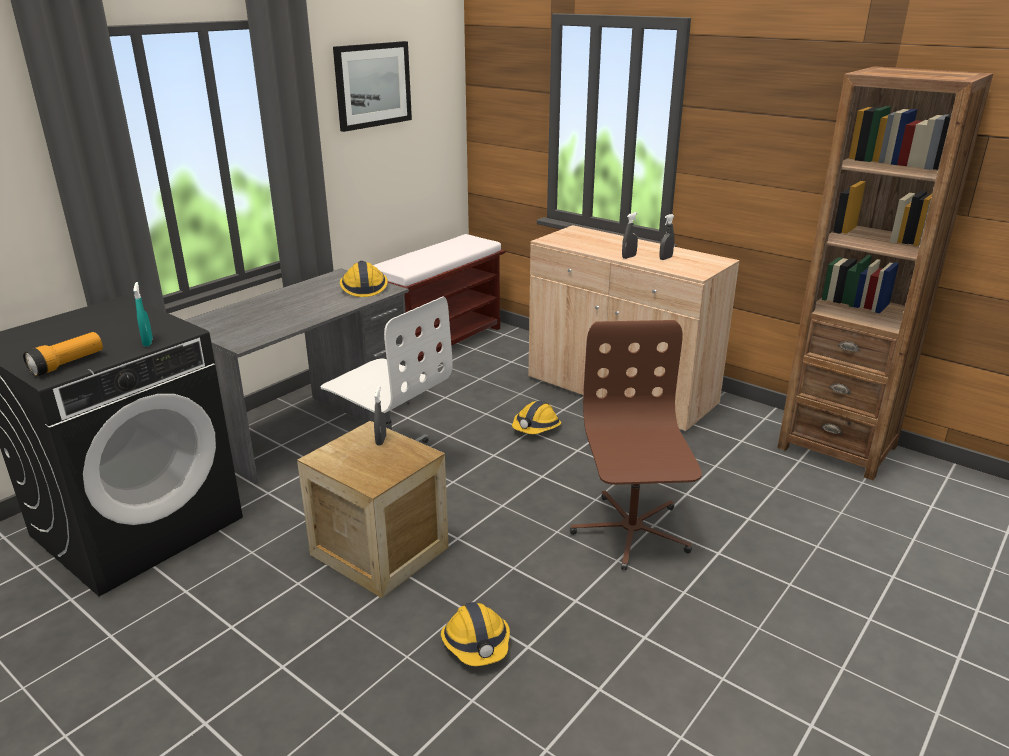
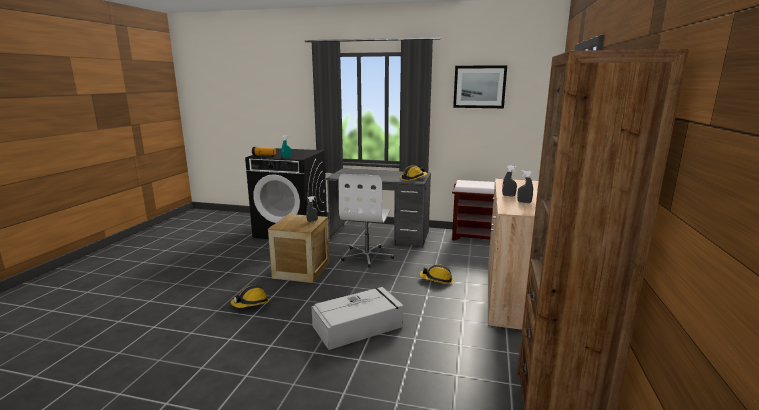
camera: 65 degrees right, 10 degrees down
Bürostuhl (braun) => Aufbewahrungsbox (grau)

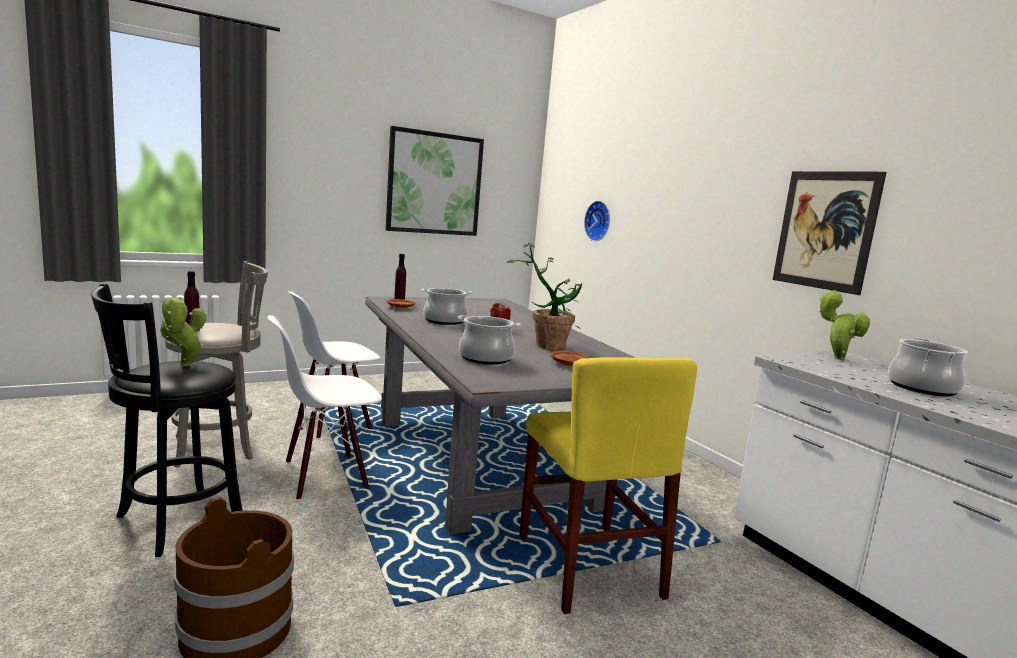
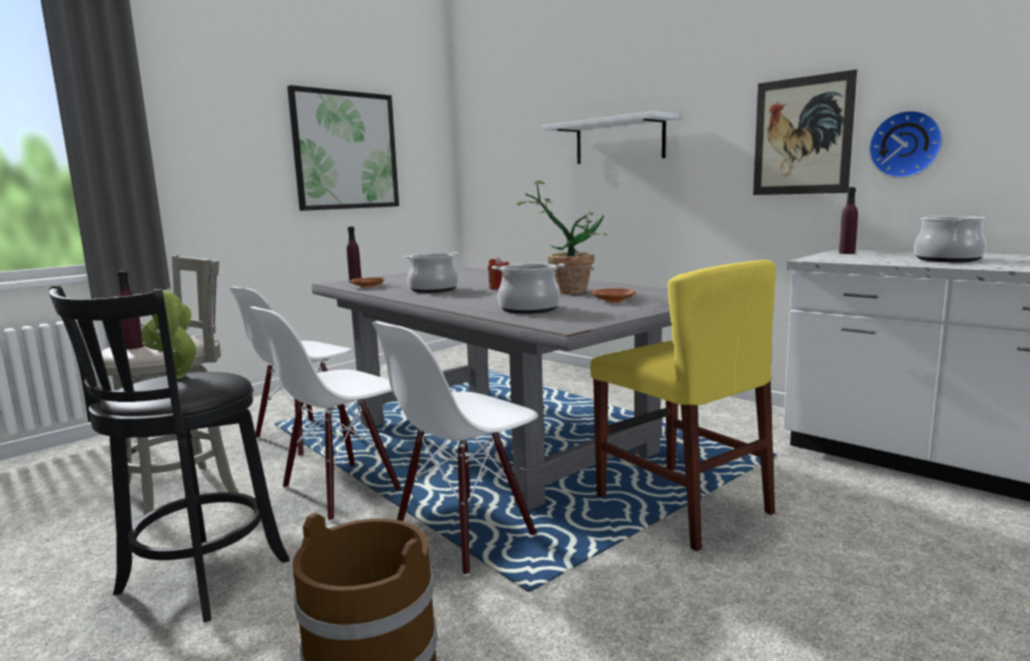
camera: 15 degrees left, 0 degrees up
nothing => Stuhl (weiß) (3rd from left)
nothing => Wandregal (weiß)
Topfpflanze (3rd from left) => Flasche (lila) (3rd from left)
Wanduhr, move

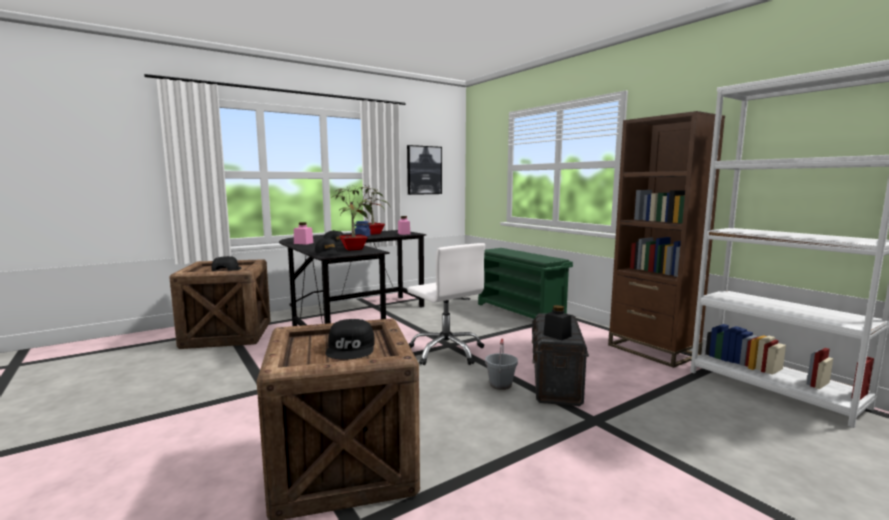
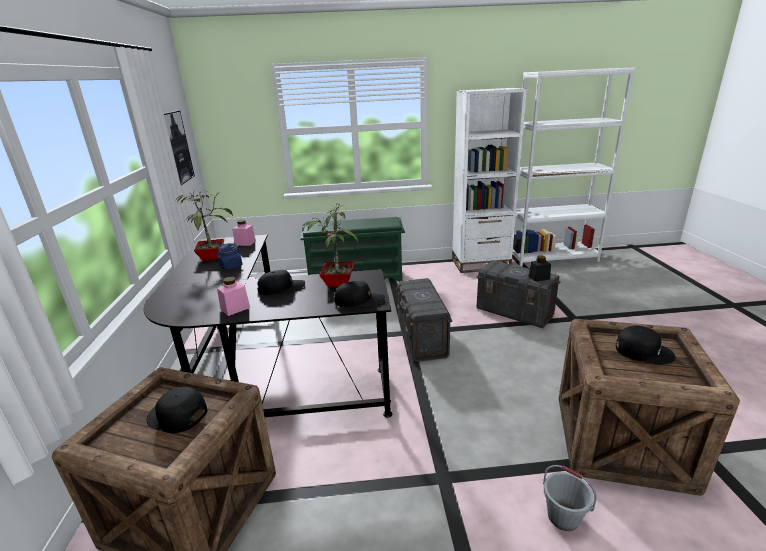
camera: 60 degrees left, 15 degrees up
Bürostuhl (weiß) => Aufbewahrungsbox (grau) (1st from left)
Bücherregal (braun) => Bücherregal (weiß) (1st from left)
Eimer (grau), move

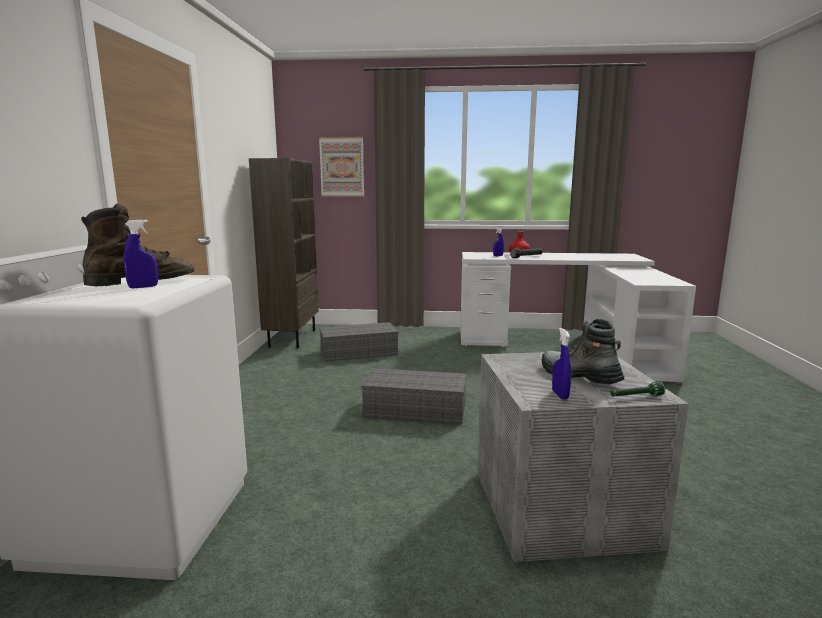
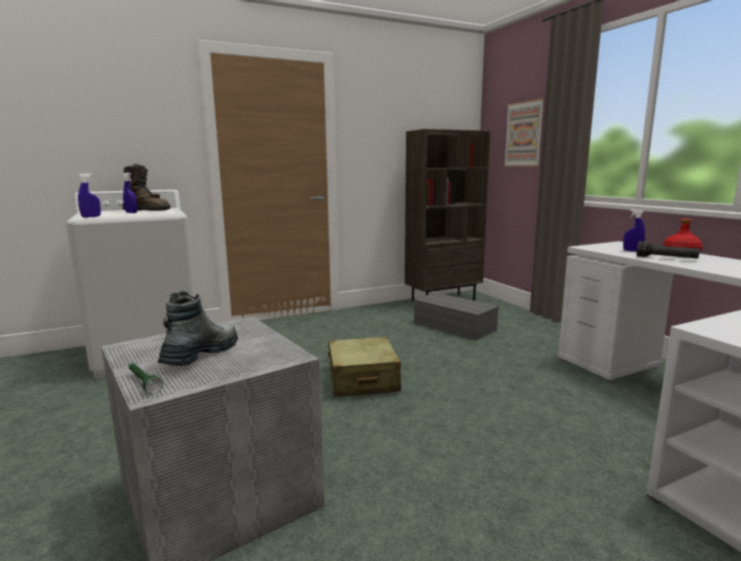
camera: 60 degrees right, 0 degrees up
Sprühflasche (blau) (3rd from left in the first image) => Sprühflasche (blau) (1st from left), move
Aufbewahrungsbox (grau) (2nd from left) => Koffer (beige)

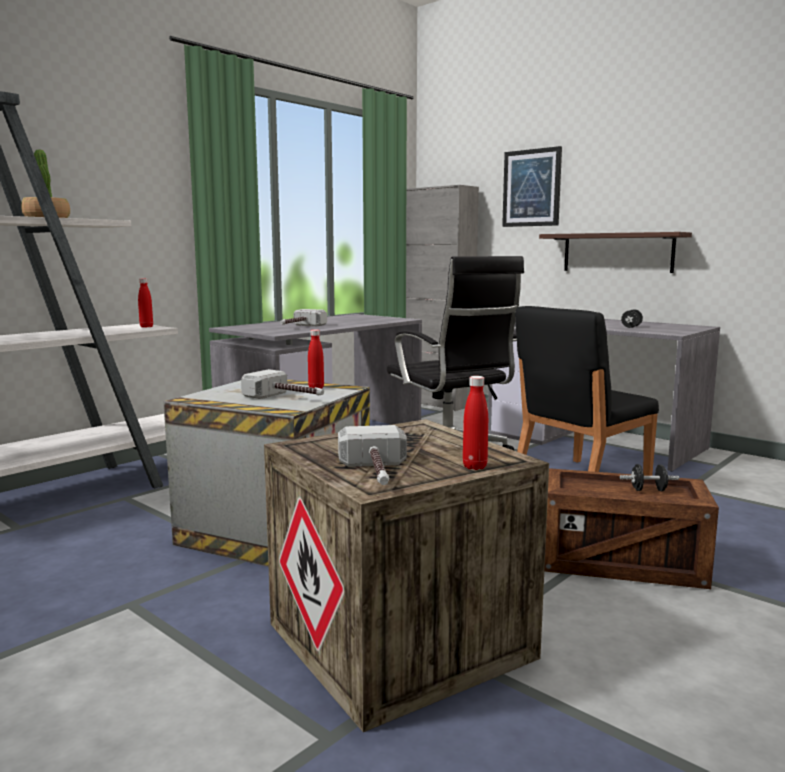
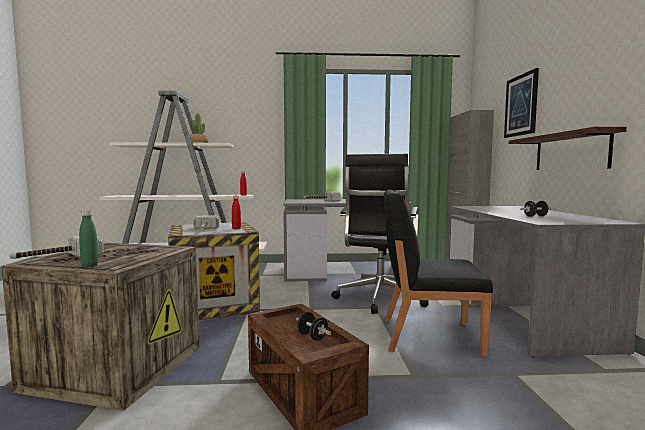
camera: 45 degrees right, 5 degrees down
Flasche (rot) (3rd from left) => Flasche (grün)

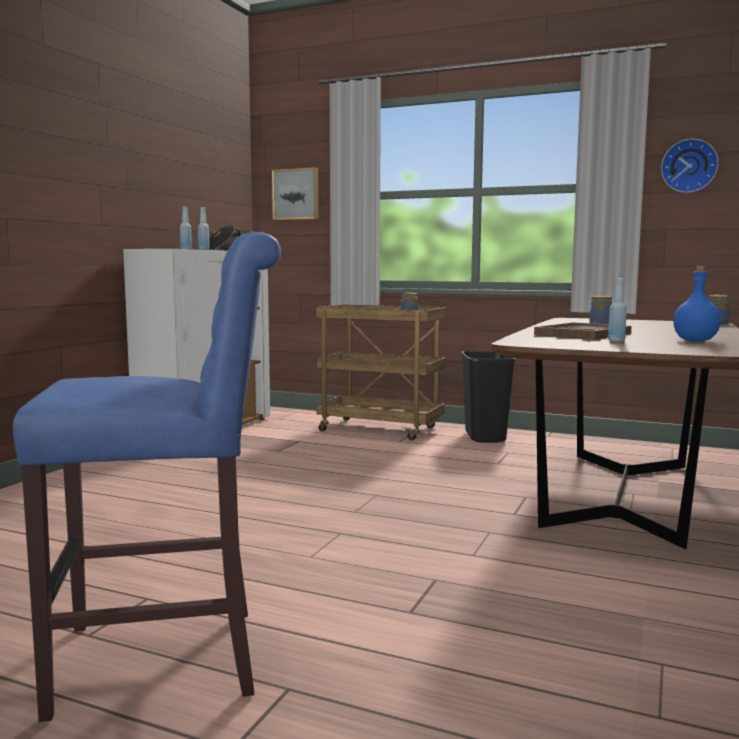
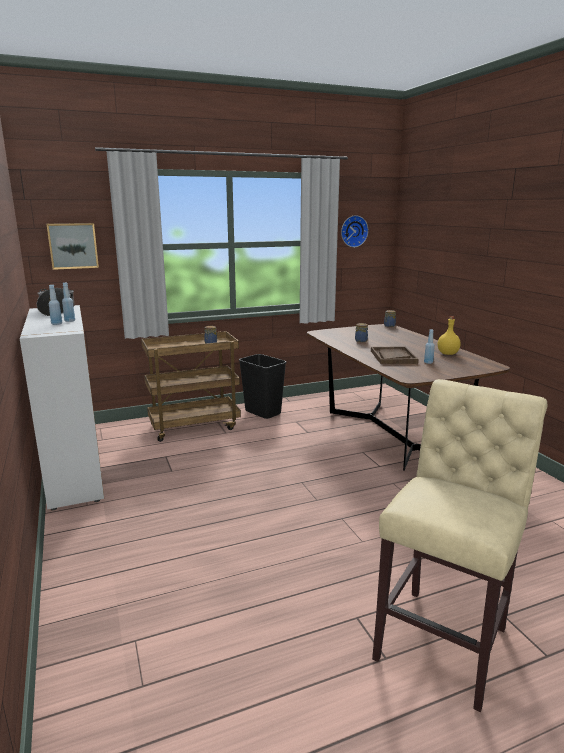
camera: 45 degrees left, 10 degrees up
Hocker (blau) => Hocker (beige)
Flasche (blau) (4th from left) => Flasche (gelb)

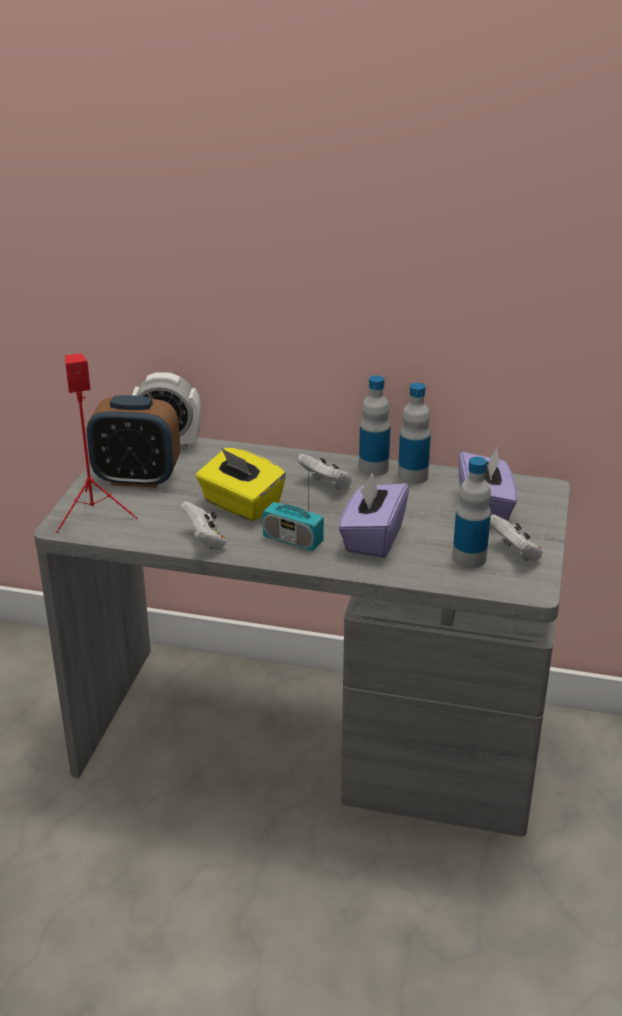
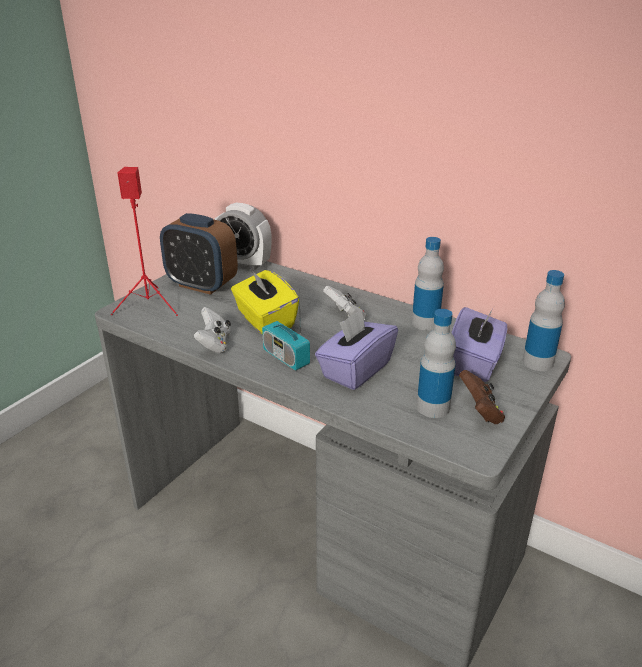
camera: 20 degrees right, 0 degrees up
Gamepad (weiß) (3rd from left) => Gamepad (braun)
Flasche (1st from left in the first image) => Flasche (3rd from left), move

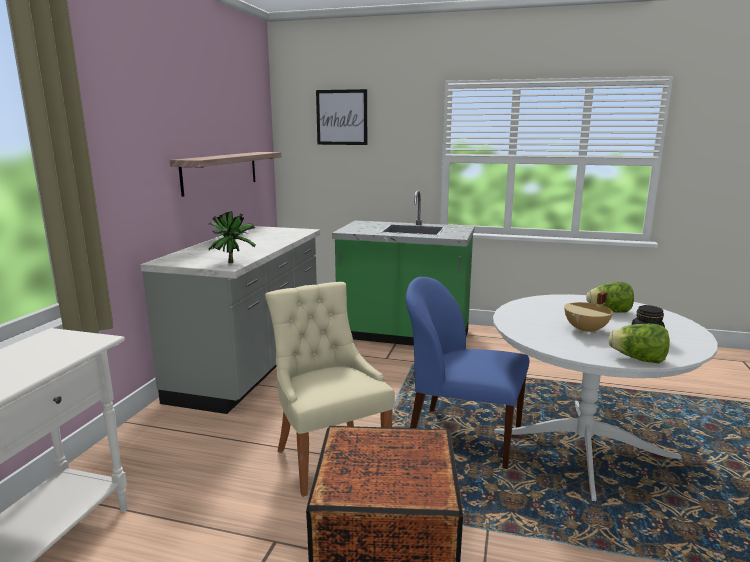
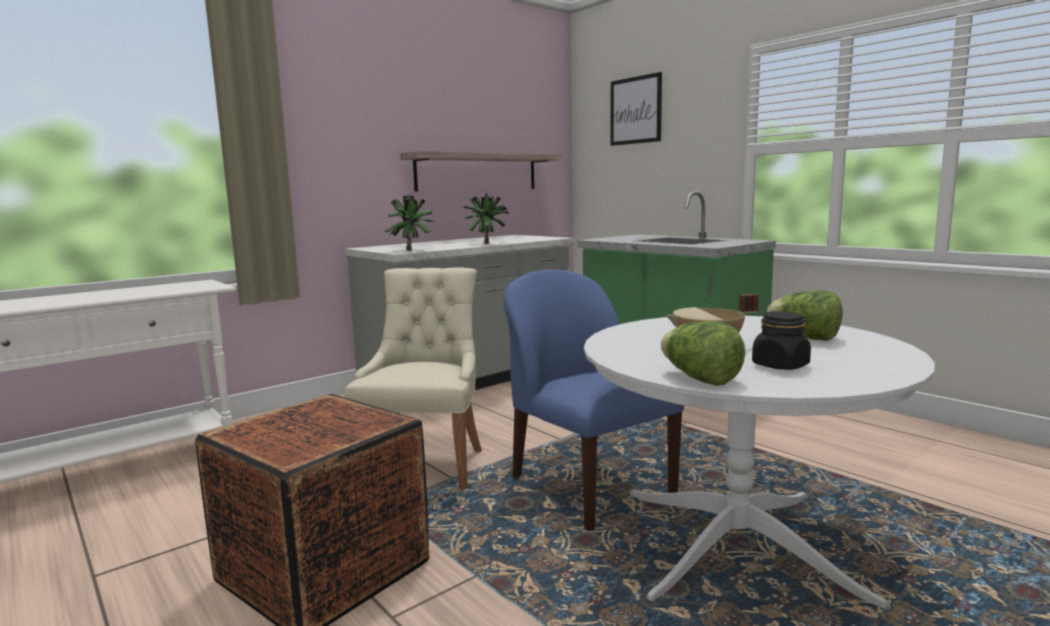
camera: 35 degrees right, 5 degrees down
nothing => Topfpflanze (2nd from left)

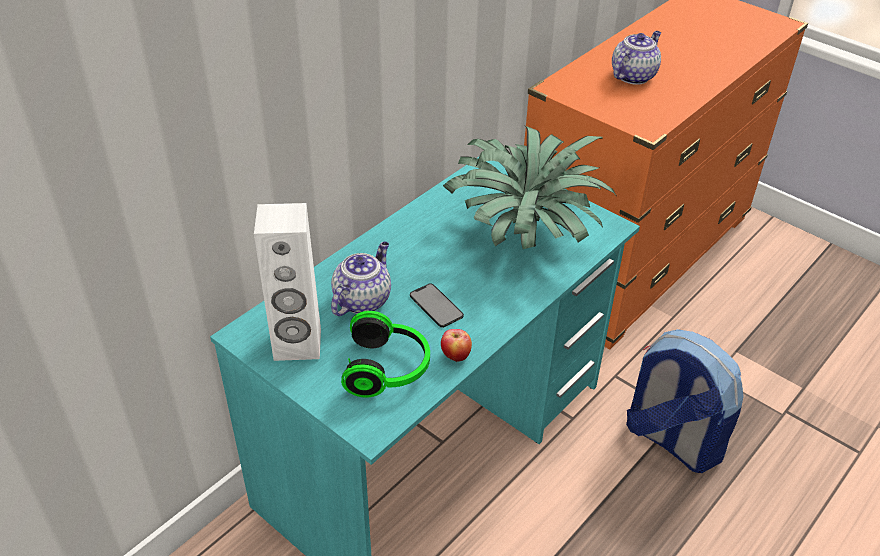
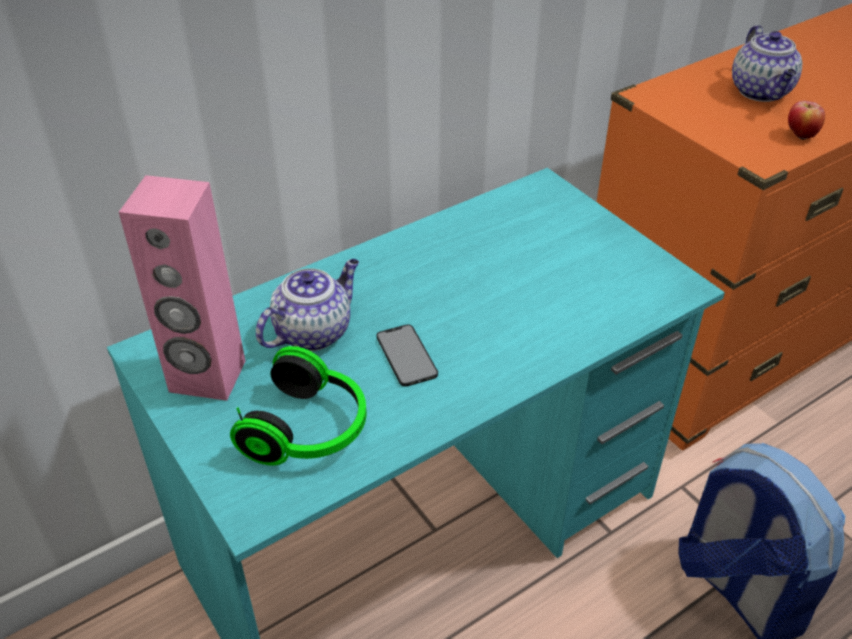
camera: 15 degrees right, 0 degrees up
Lautsprecher (weiß) => Lautsprecher (rosa)
Teekanne (2nd from left), 120 degrees clockwise
Apfel, move
Topfpflanze => nothing

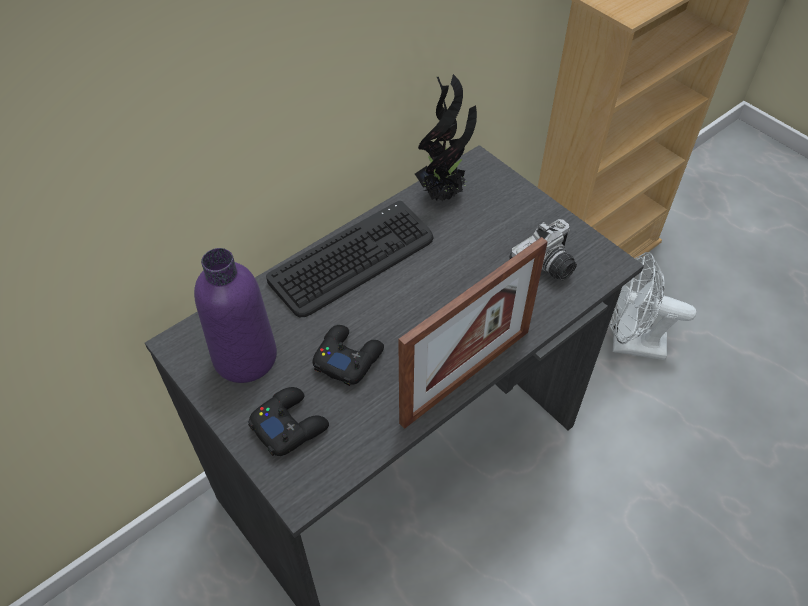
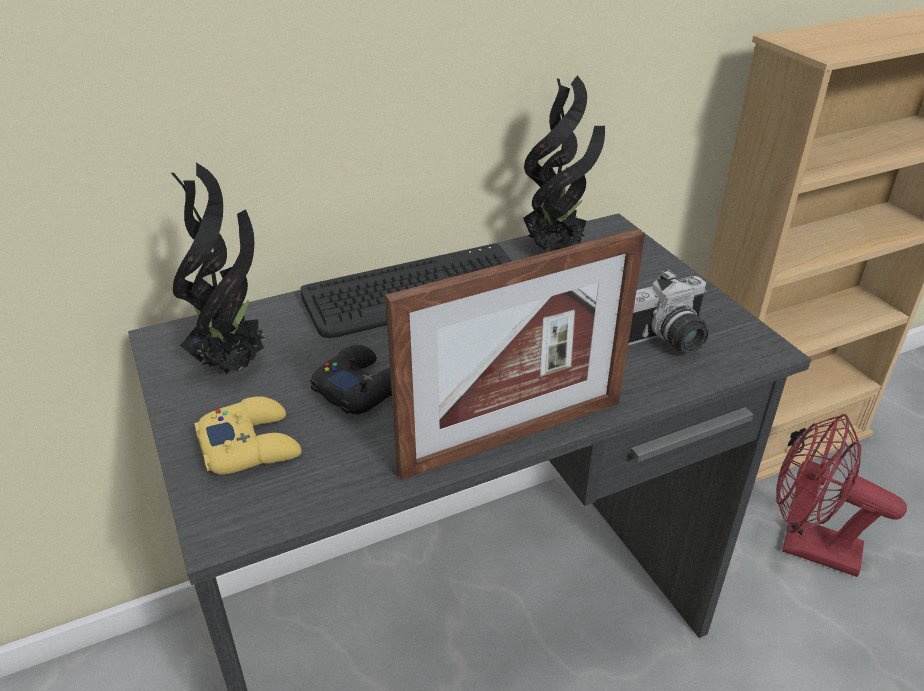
camera: 15 degrees right, 15 degrees down
Flasche (lila) => Topfpflanze (1st from left)
Gamepad (schwarz) (1st from left) => Gamepad (gelb)
Ventilator (weiß) => Ventilator (rot)

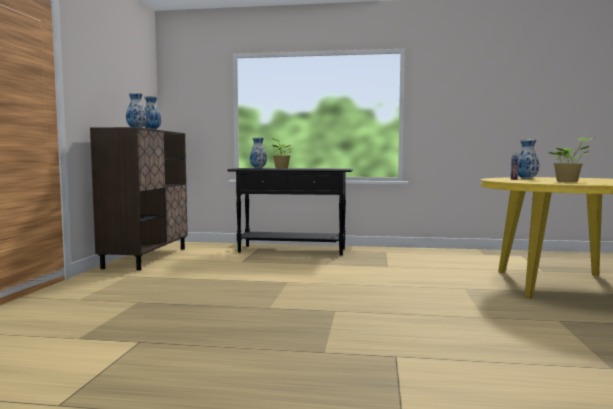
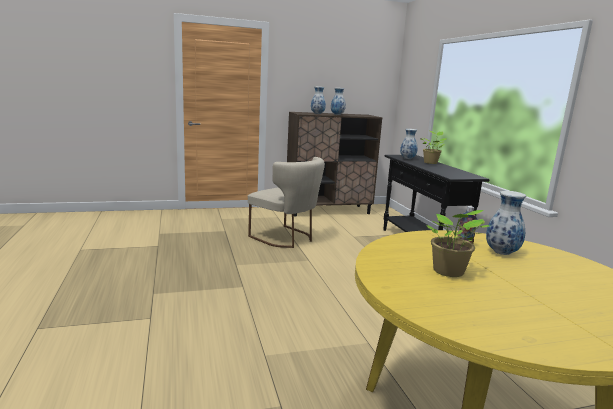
camera: 65 degrees right, 10 degrees up
nothing => Stuhl (beige)

